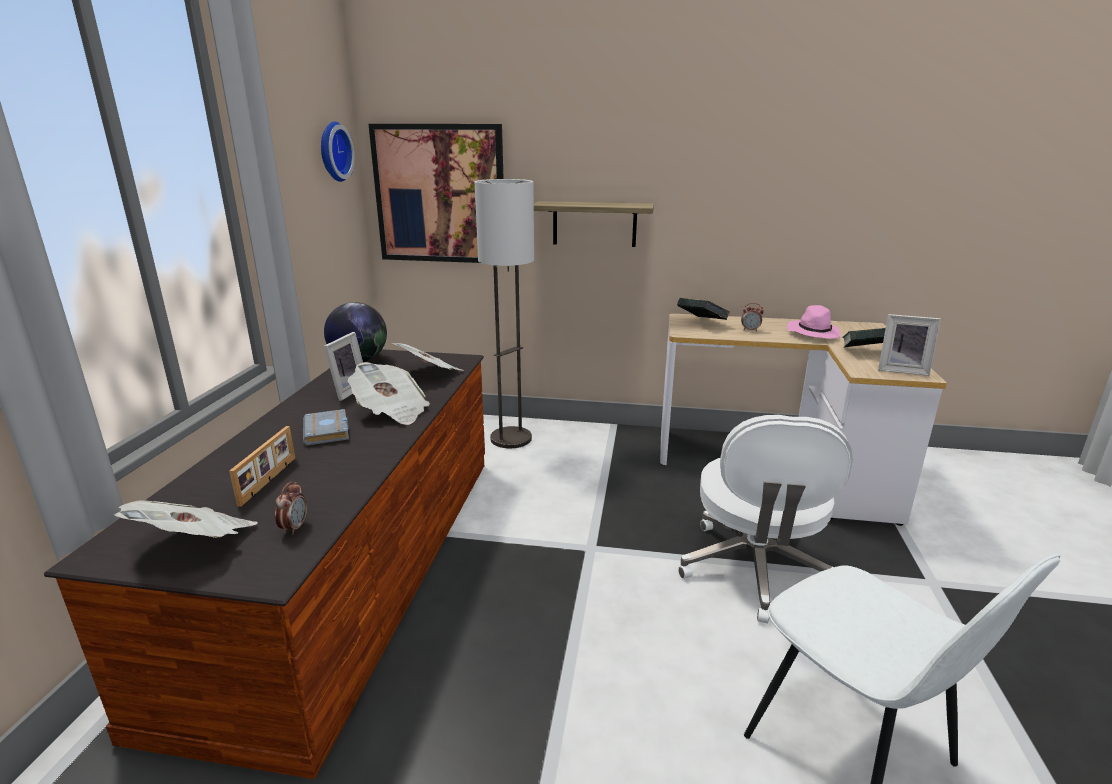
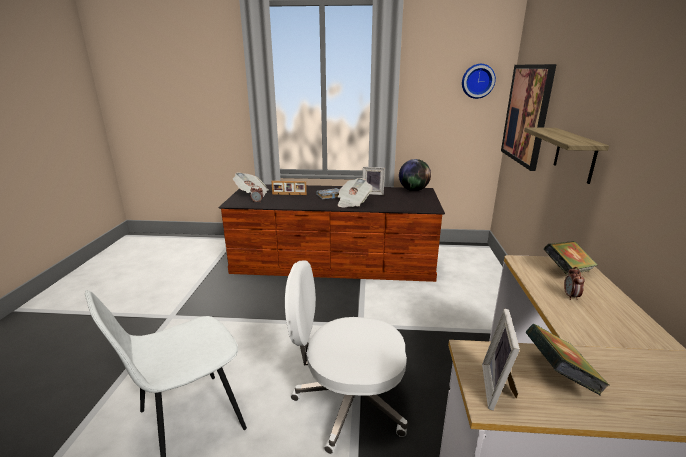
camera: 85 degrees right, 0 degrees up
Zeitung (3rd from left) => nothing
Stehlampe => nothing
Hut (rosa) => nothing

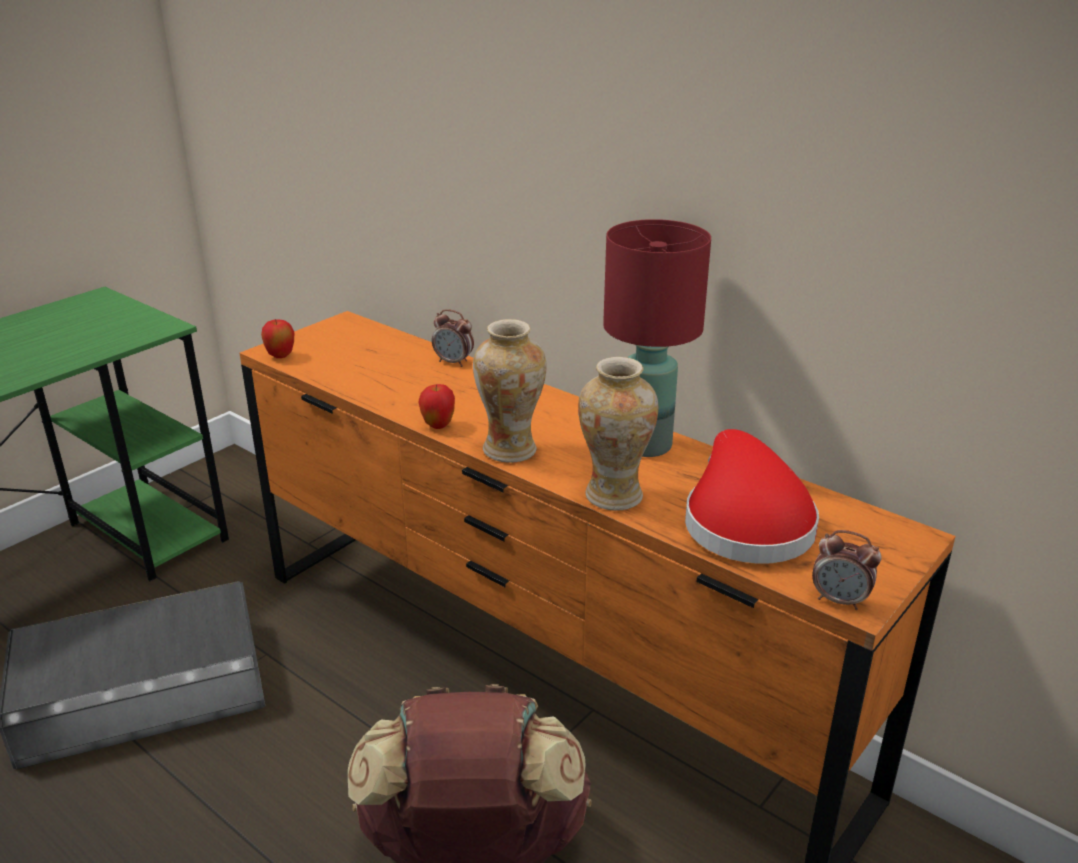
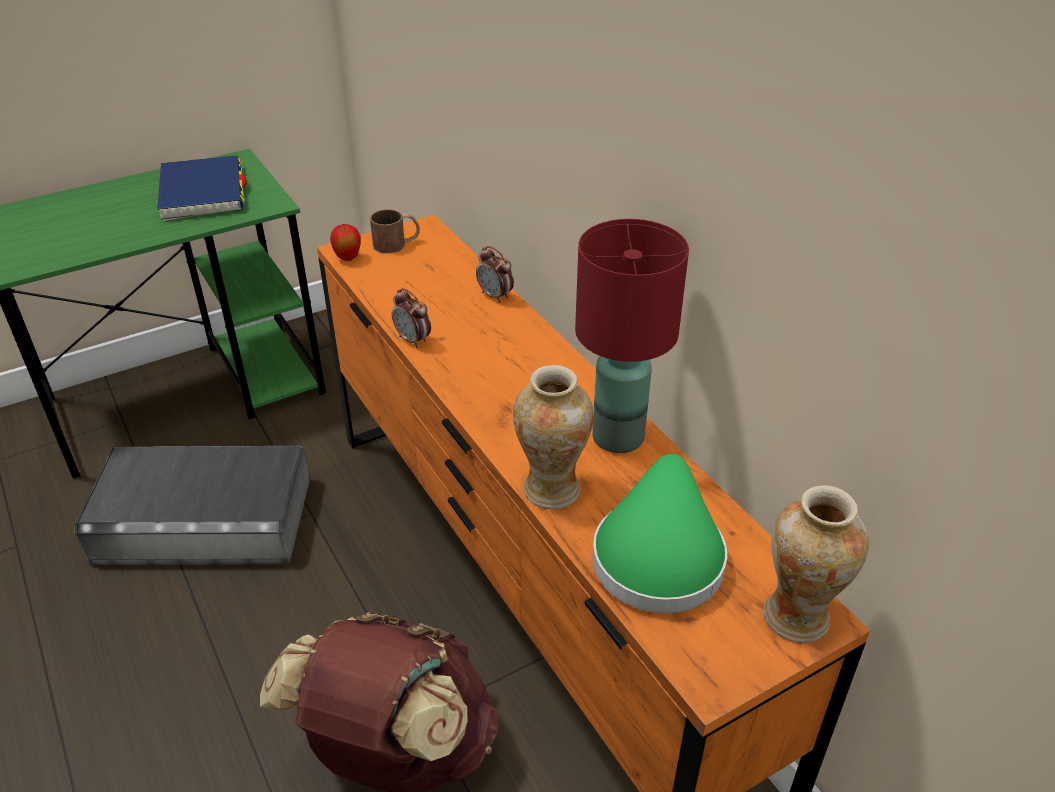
camera: 20 degrees right, 10 degrees up
nothing => Buch (blau)
nothing => Henkelbecher (braun)
Wecker (2nd from left in the first image) => Wecker (1st from left), move
Hut (rot) => Hut (grün)
Vase (1st from left in the first image) => Vase (2nd from left), move
Apfel (2nd from left) => nothing

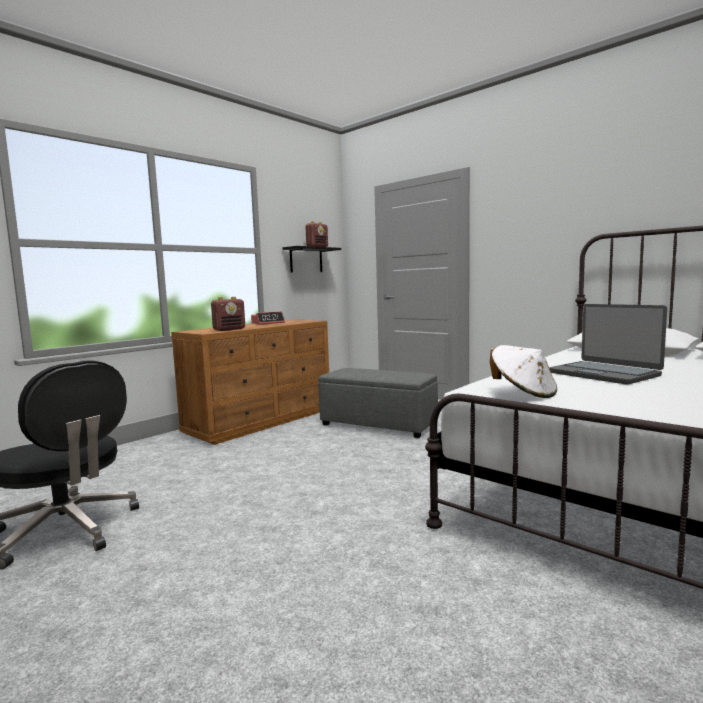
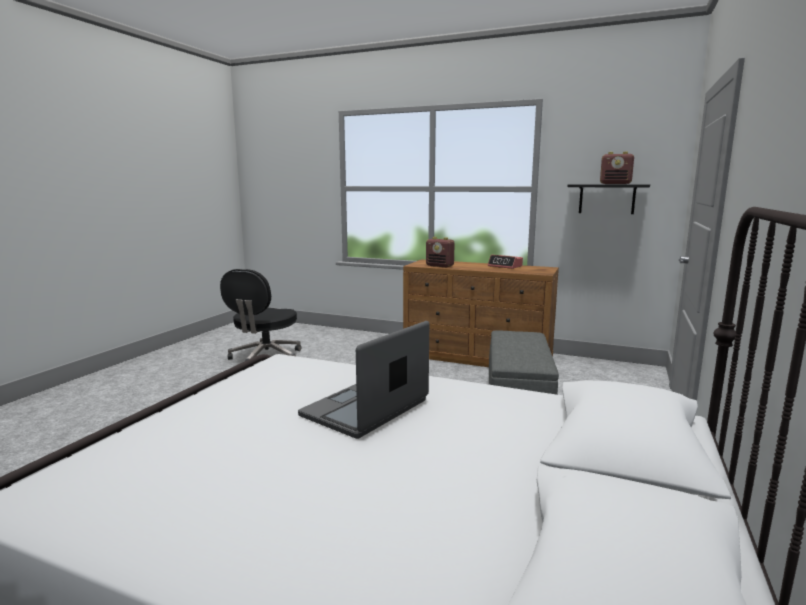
camera: 70 degrees right, 5 degrees up
Hut (weiß) => nothing

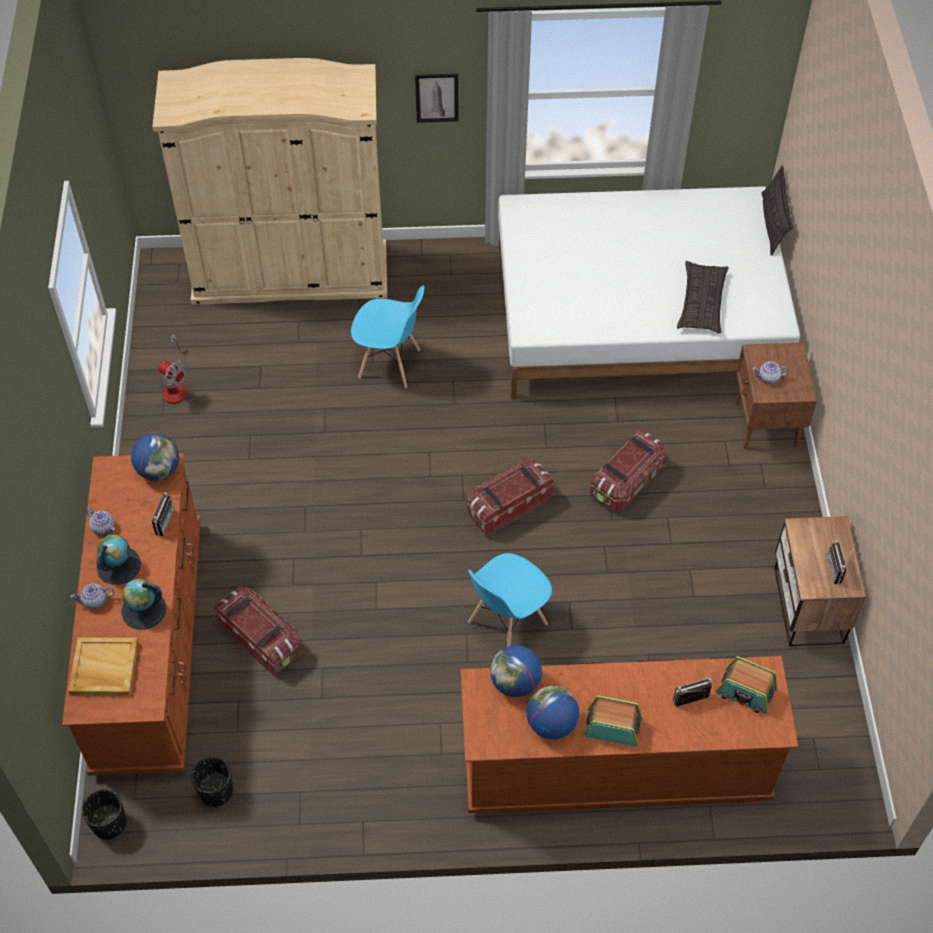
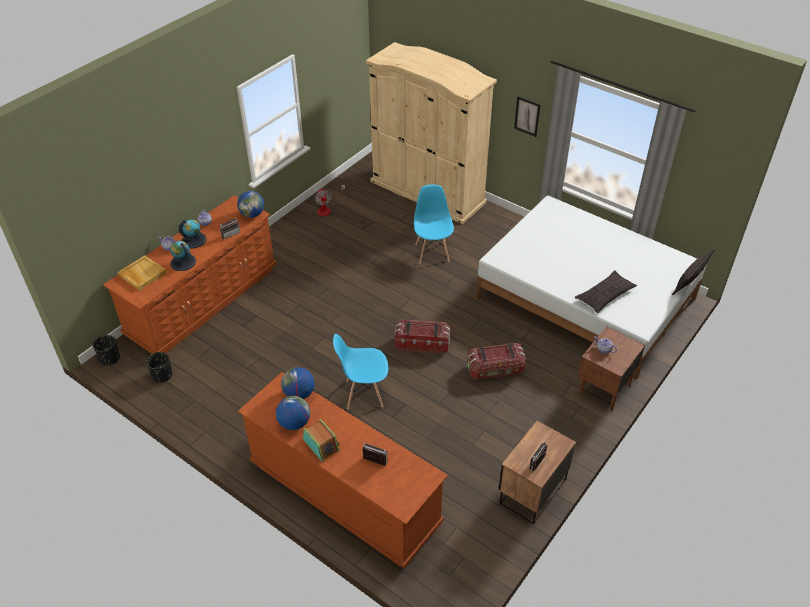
camera: 40 degrees right, 10 degrees down
Stuhl (blau) (1st from left in the first image) => Stuhl (blau) (2nd from left), 150 degrees counterclockwise
Aufbewahrungsbox (1st from left) => nothing
Radio (4th from left) => nothing

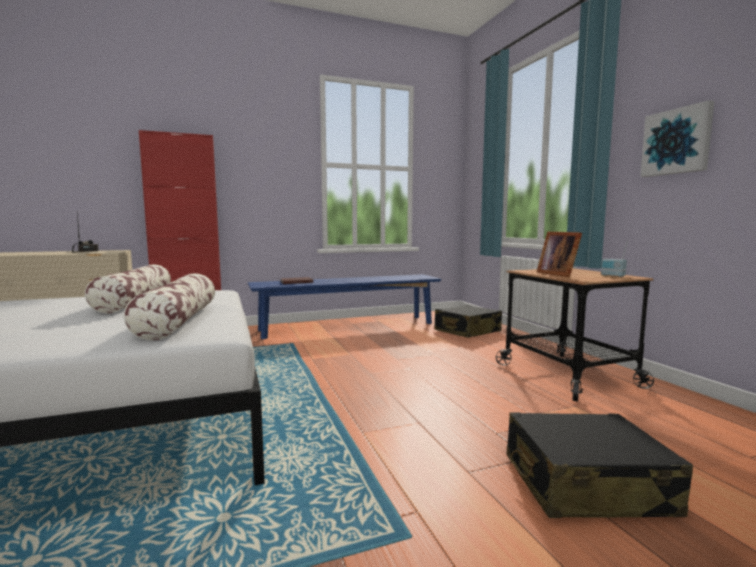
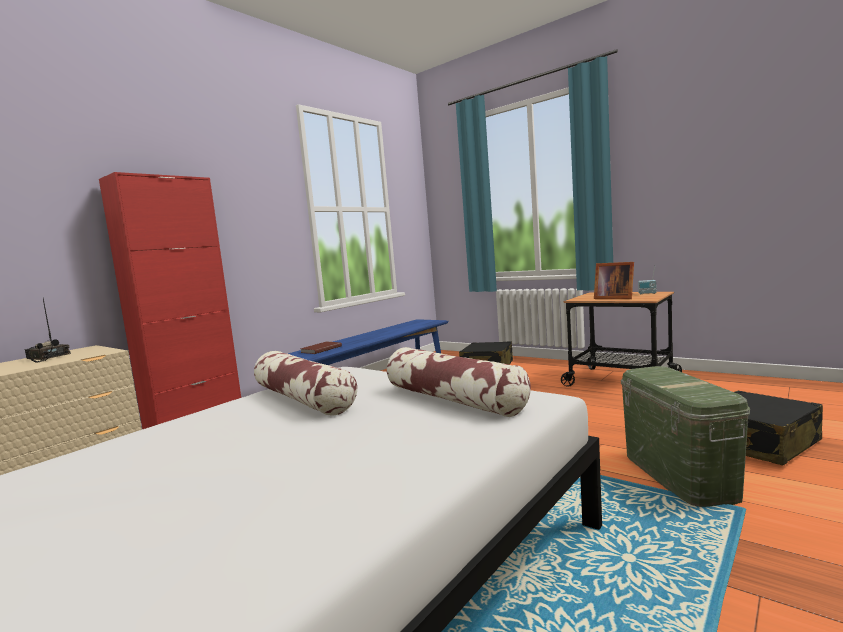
camera: 30 degrees left, 0 degrees up
nothing => Aufbewahrungsbox (grün)
Bild => nothing

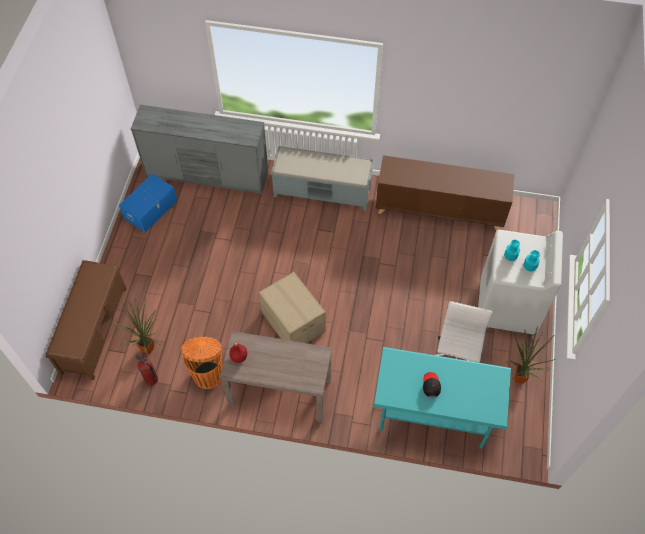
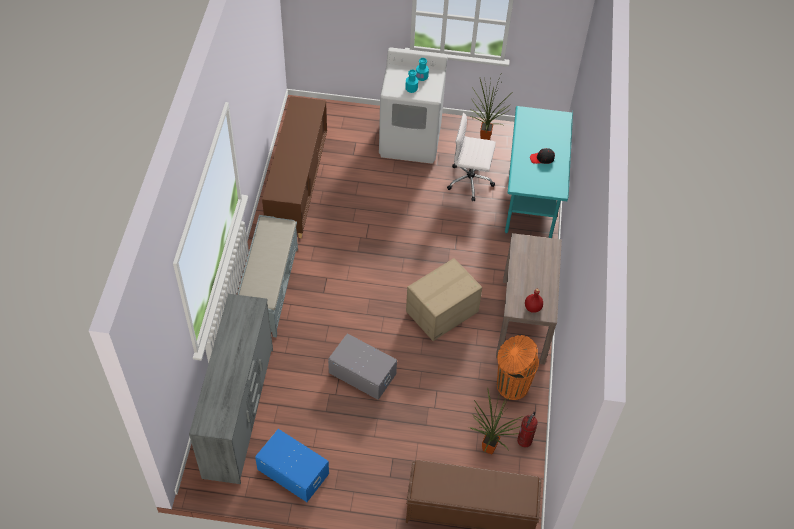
camera: 95 degrees left, 5 degrees down
nothing => Aufbewahrungsbox (grau)

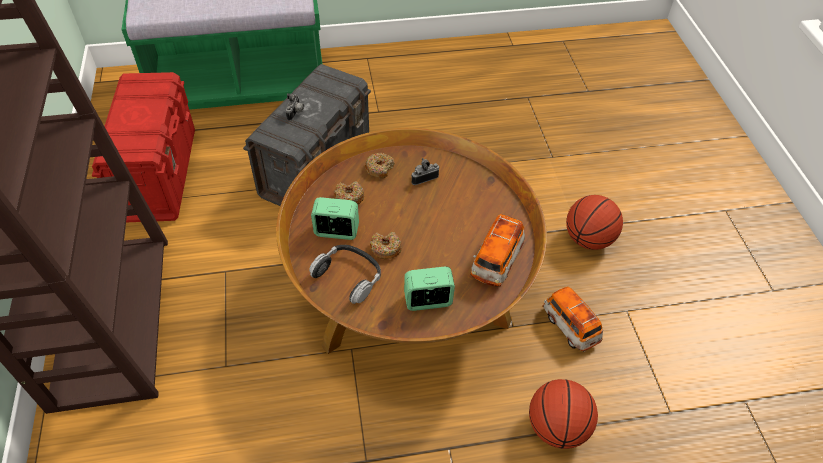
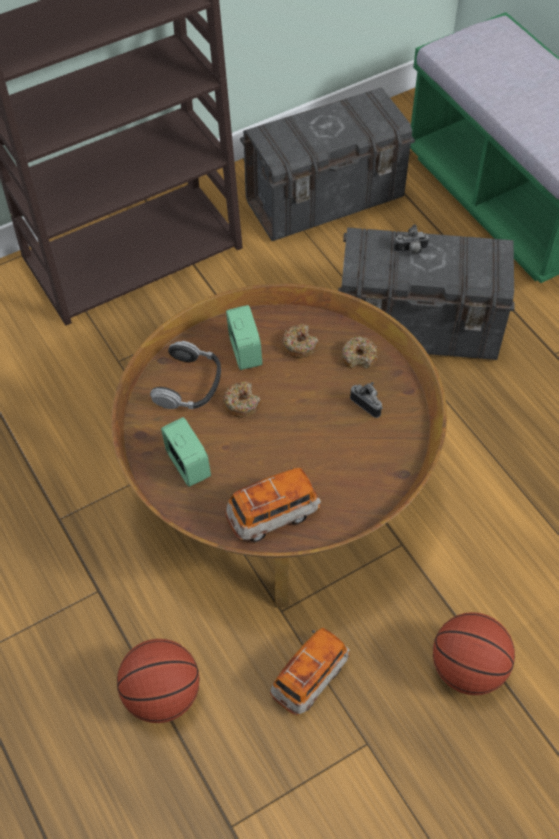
camera: 70 degrees right, 5 degrees up
Spielzeugauto (1st from left), 150 degrees clockwise
Aufbewahrungsbox (rot) => Aufbewahrungsbox (grau) (1st from left)

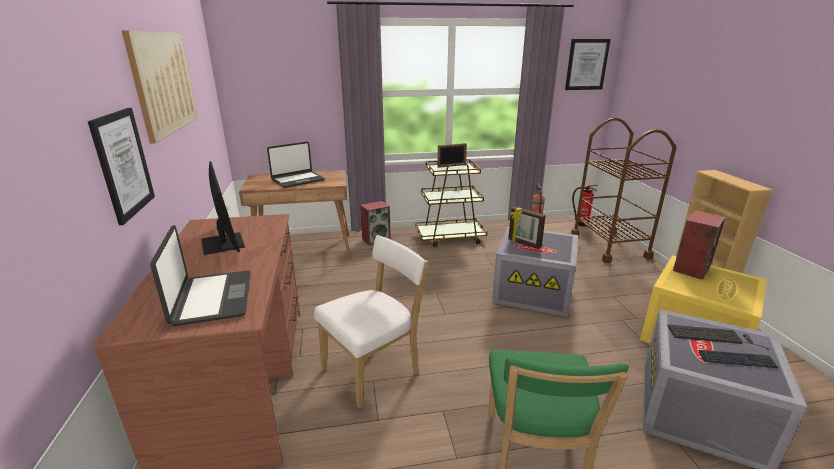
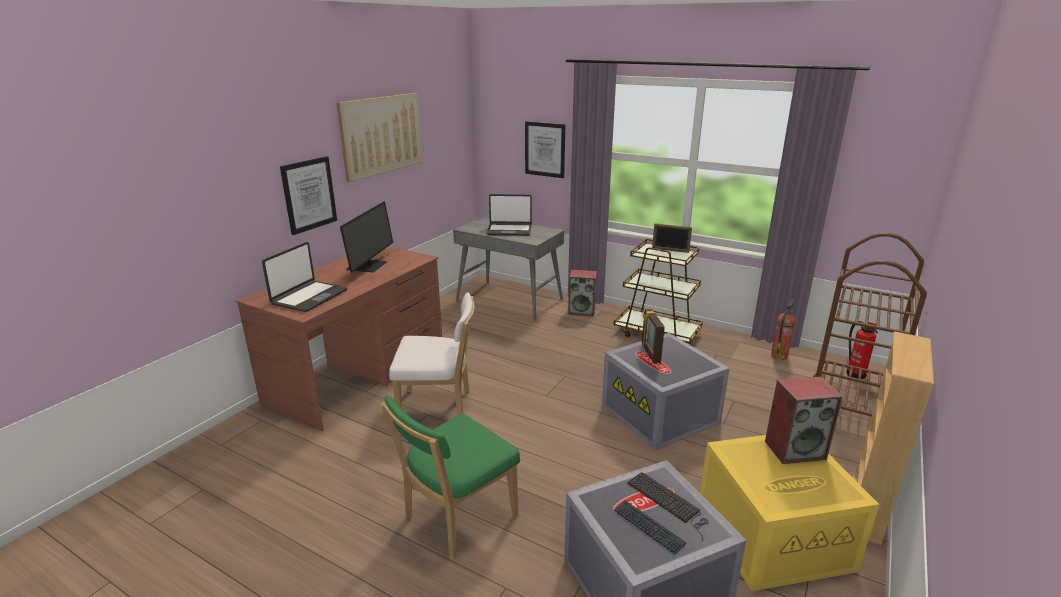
camera: 40 degrees right, 0 degrees up
Schreibtisch (braun) (2nd from left) => Schreibtisch (grau)
Bild (3rd from left), move

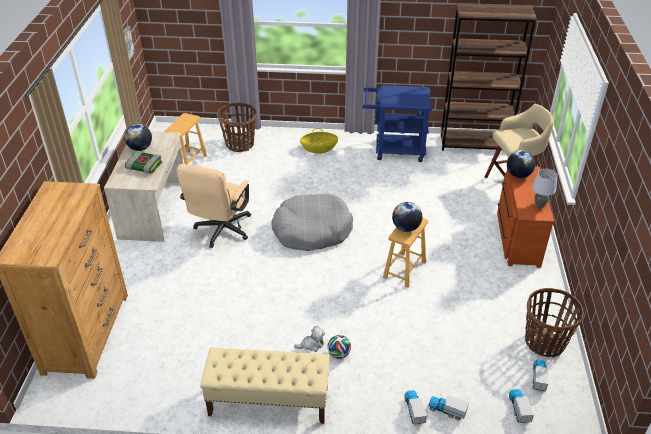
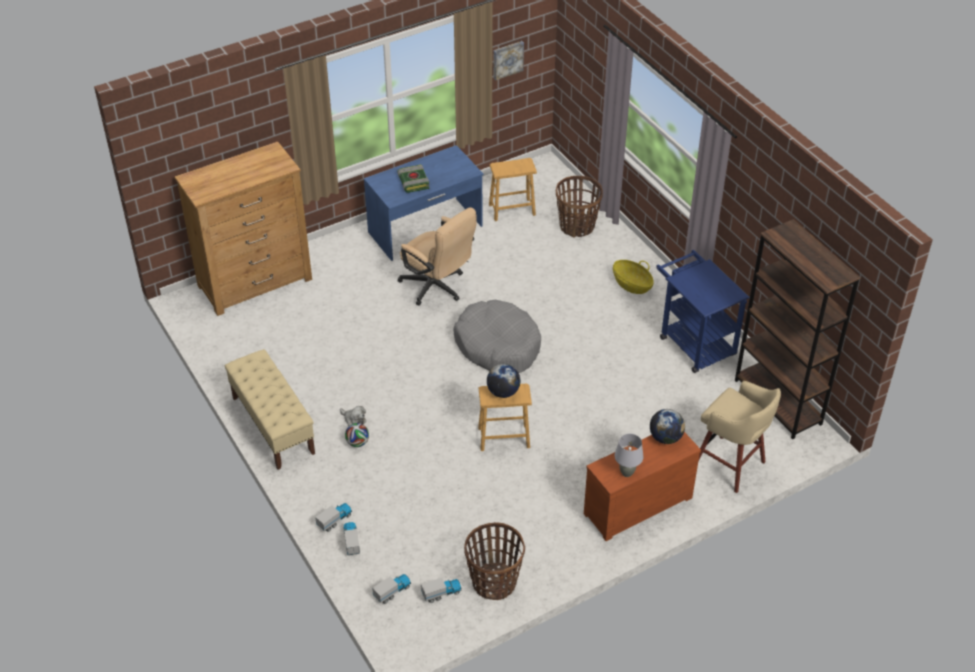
camera: 55 degrees right, 5 degrees up
Schreibtisch (beige) => Schreibtisch (blau)
Bürostuhl (beige), 120 degrees counterclockwise
Globus (1st from left) => nothing

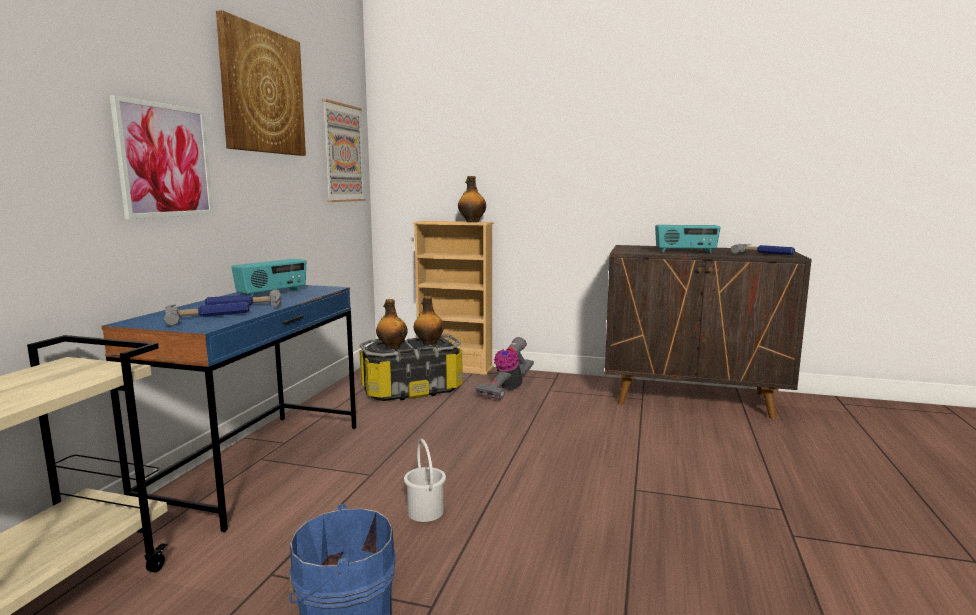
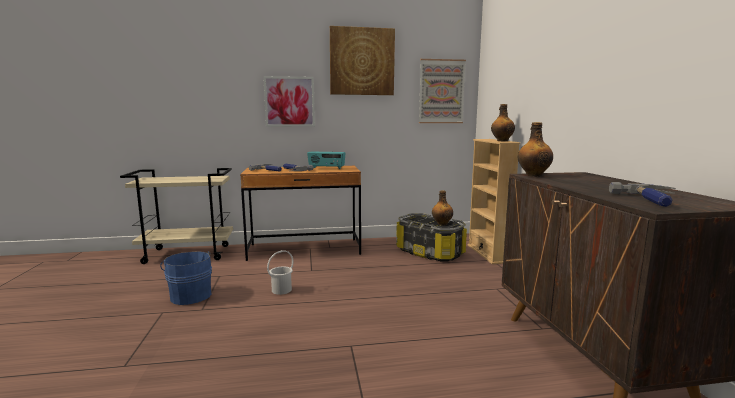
camera: 65 degrees right, 0 degrees up
Schreibtisch (blau) => Schreibtisch (braun)
Flasche (1st from left in the first image) => Flasche (3rd from left), move
Staubsauger => nothing
Radio (2nd from left) => nothing

